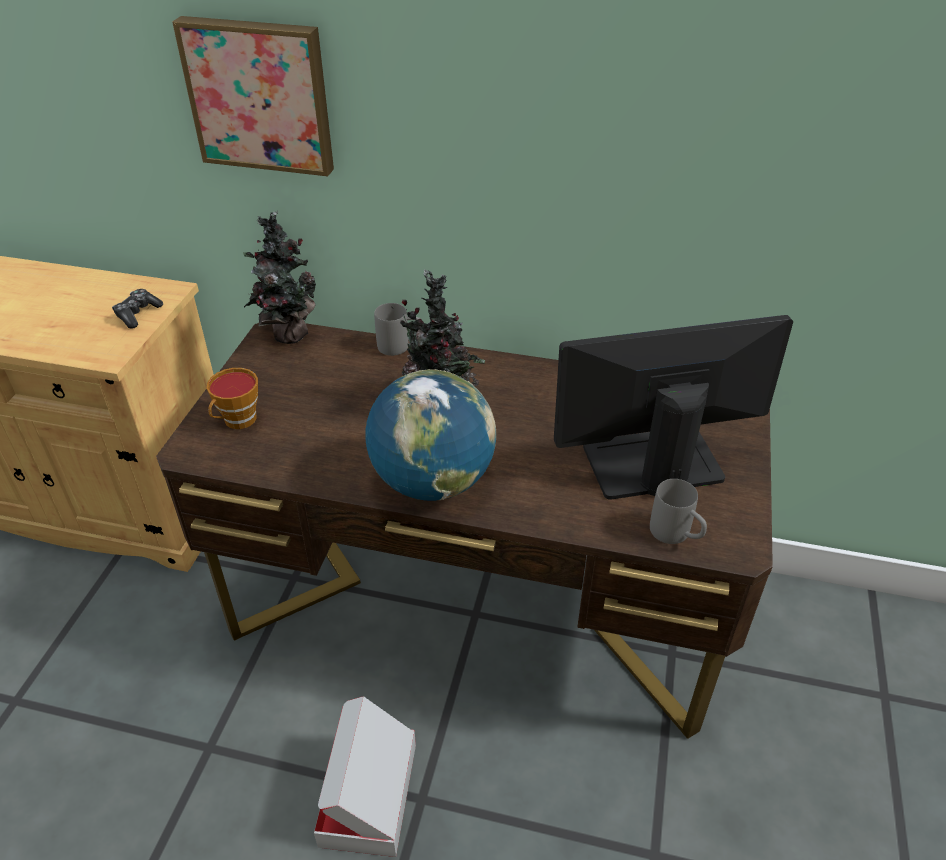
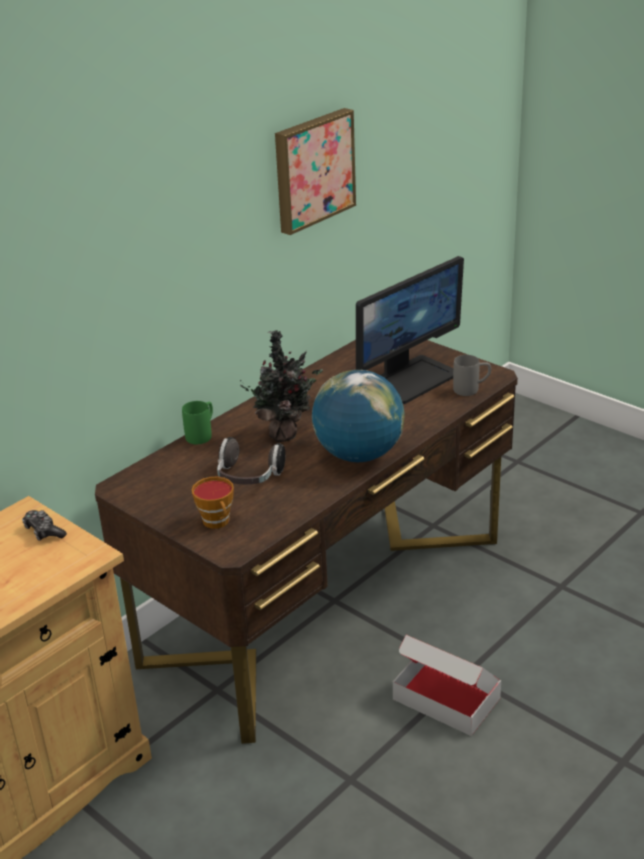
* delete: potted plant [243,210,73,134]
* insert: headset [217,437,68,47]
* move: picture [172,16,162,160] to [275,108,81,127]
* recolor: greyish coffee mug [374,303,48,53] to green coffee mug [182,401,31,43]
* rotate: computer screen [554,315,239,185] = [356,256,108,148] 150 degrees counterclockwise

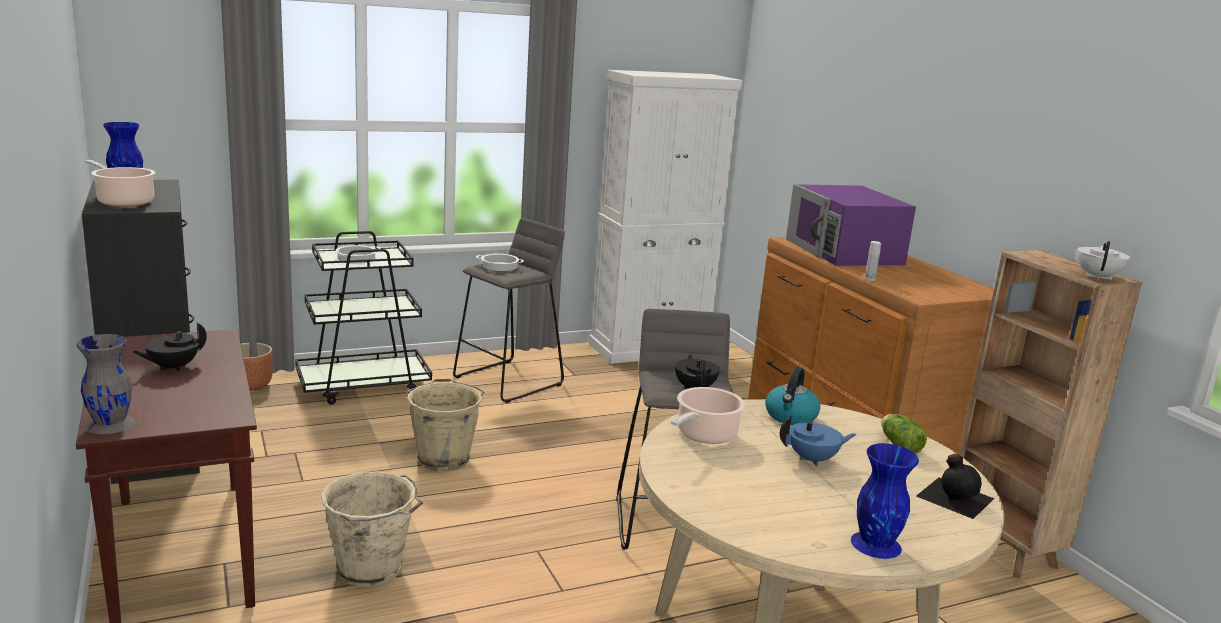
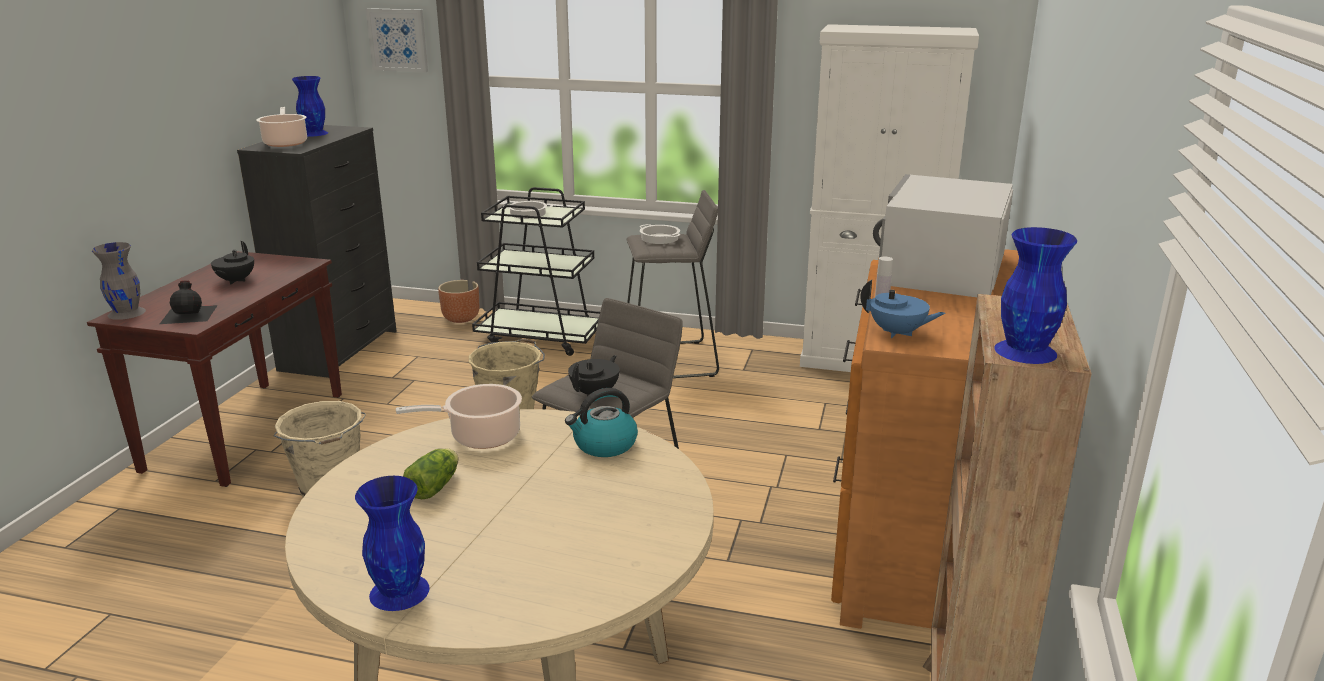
* insert: picture [366,8,62,64]
* move: blue pot for tea [780,416,76,51] to [860,280,85,58]
* move: head of lettuce [881,414,46,40] to [403,449,55,50]
* move: blackish bottle [916,454,78,65] to [160,280,58,44]
* replace: white pot for tea [1077,241,53,39] to blue flower vase [994,227,83,137]
* recolor: purplish microwave [786,184,130,82] to white microwave [873,174,140,123]
* rotate: blackish pot for tea [132,323,75,48] = [211,241,43,44] 75 degrees counterclockwise

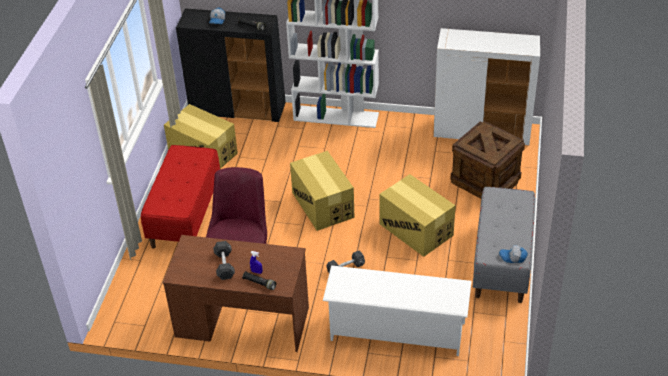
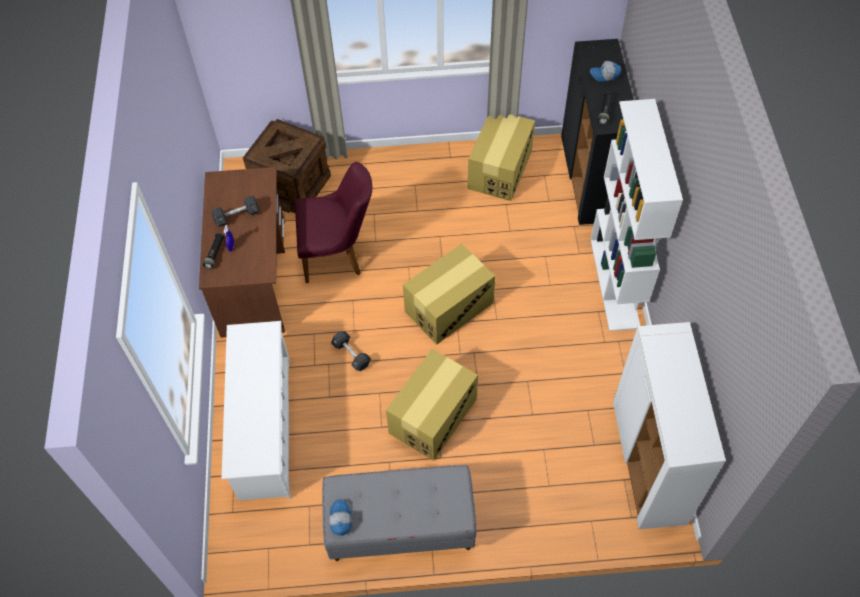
* delete: reddish long seat [141,145,79,103]
* move: shipping crate [450,121,75,78] to [243,119,88,94]

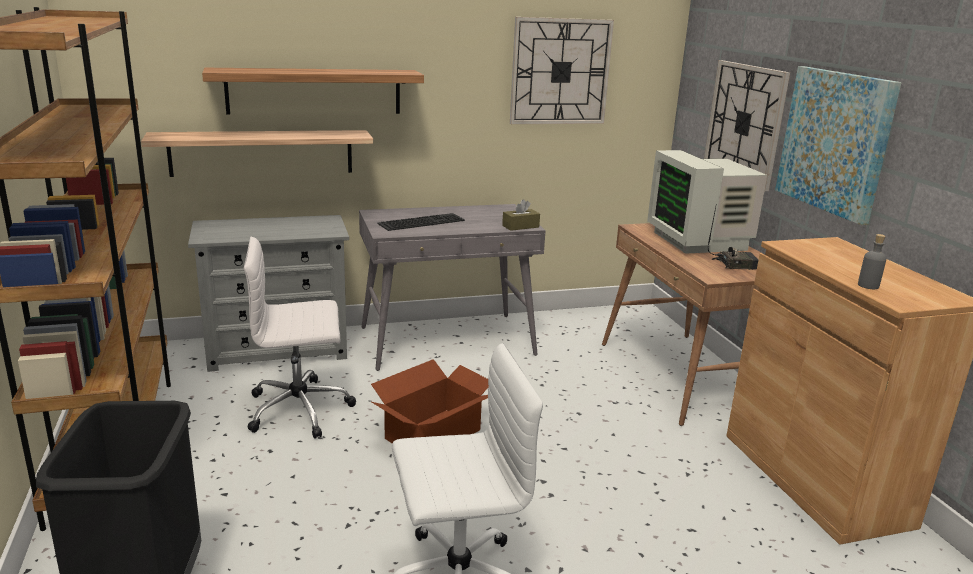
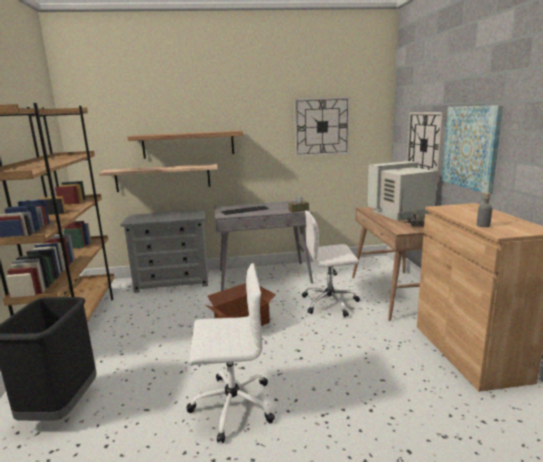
* move: white office chair [244,237,112,202] to [302,211,58,106]
* rotate: computer screen [647,150,120,104] = [367,161,71,60] 75 degrees clockwise

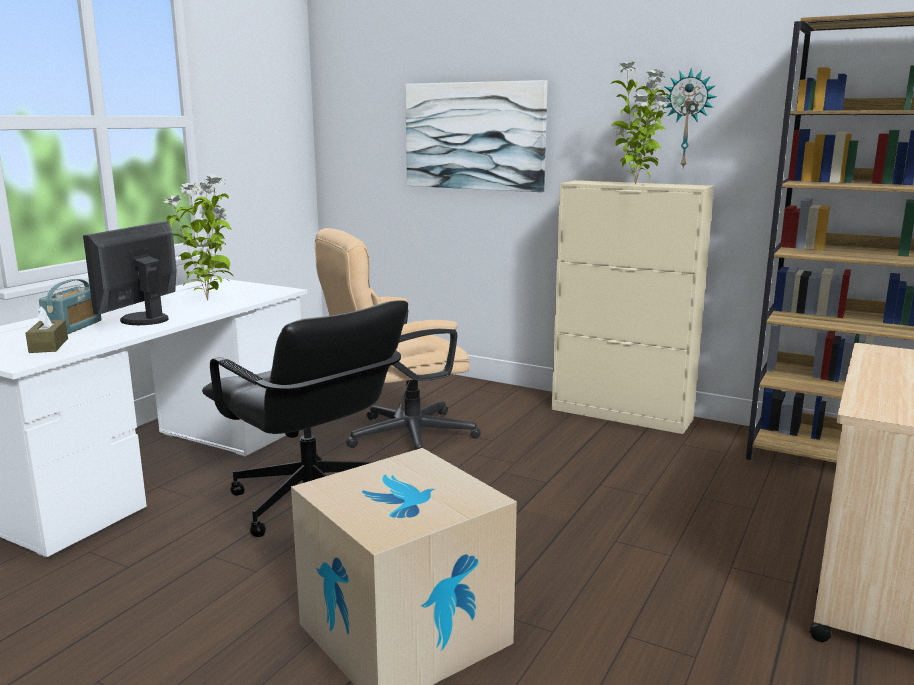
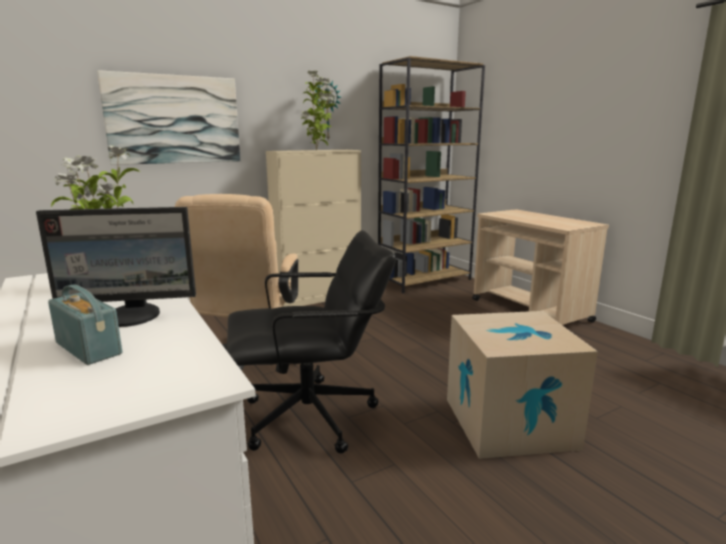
* delete: brownish tissue box [26,307,42,46]
* rotate: computer screen [83,221,94,104] = [36,207,160,120] 60 degrees counterclockwise

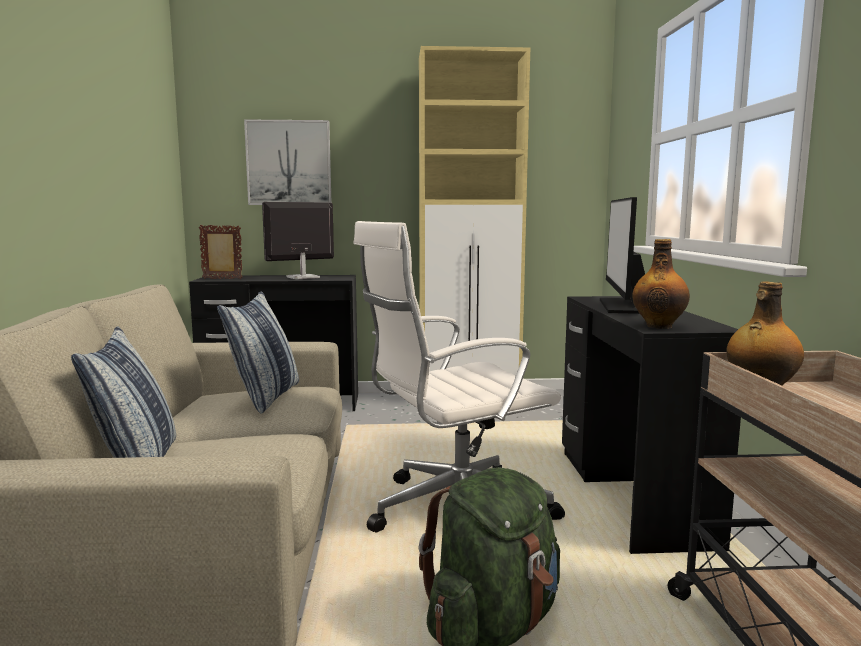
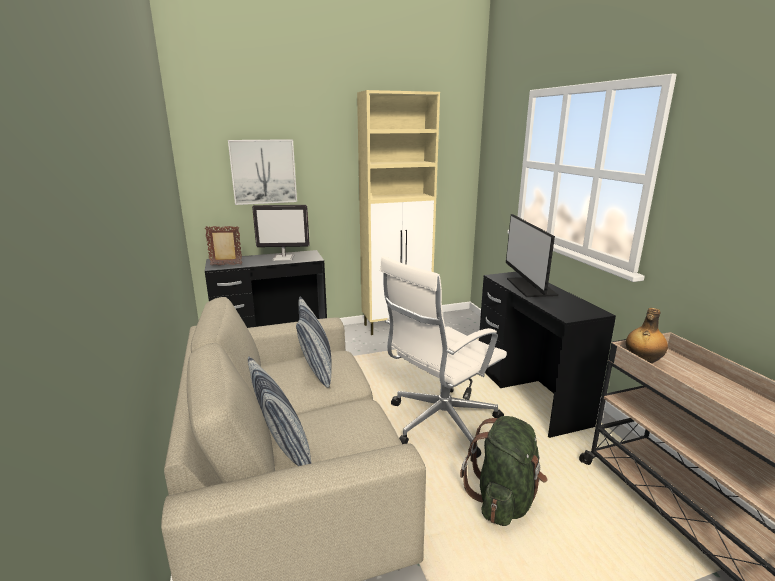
* delete: bottle [632,239,58,90]
* rotate: computer screen [262,202,72,77] = [252,205,58,56] 135 degrees counterclockwise

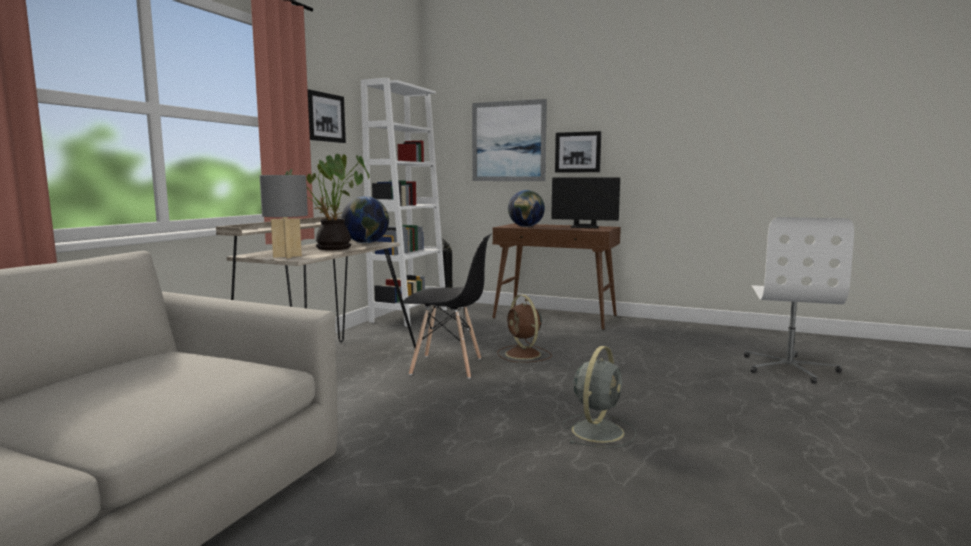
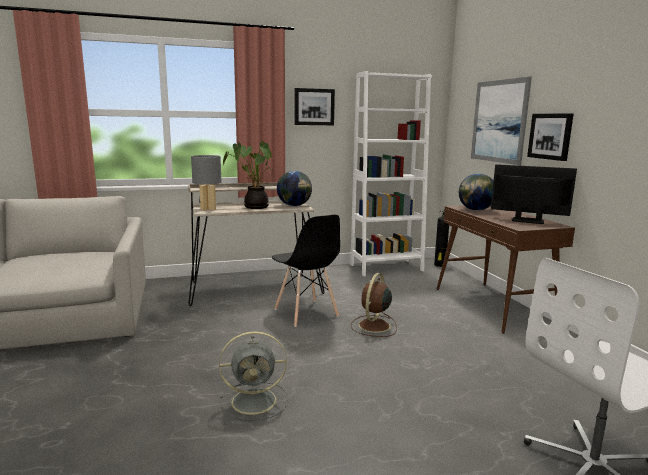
* rotate: computer screen [551,177,69,51] = [491,164,86,60] 135 degrees clockwise

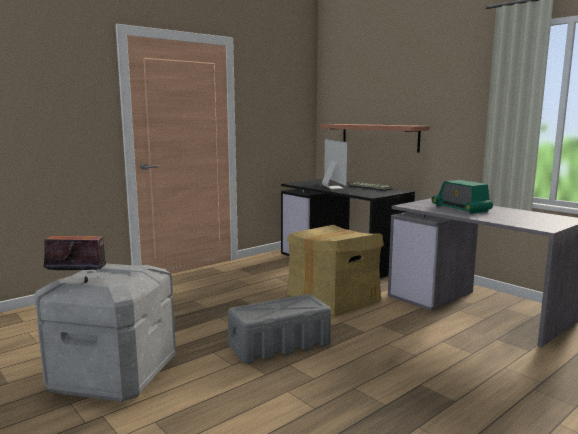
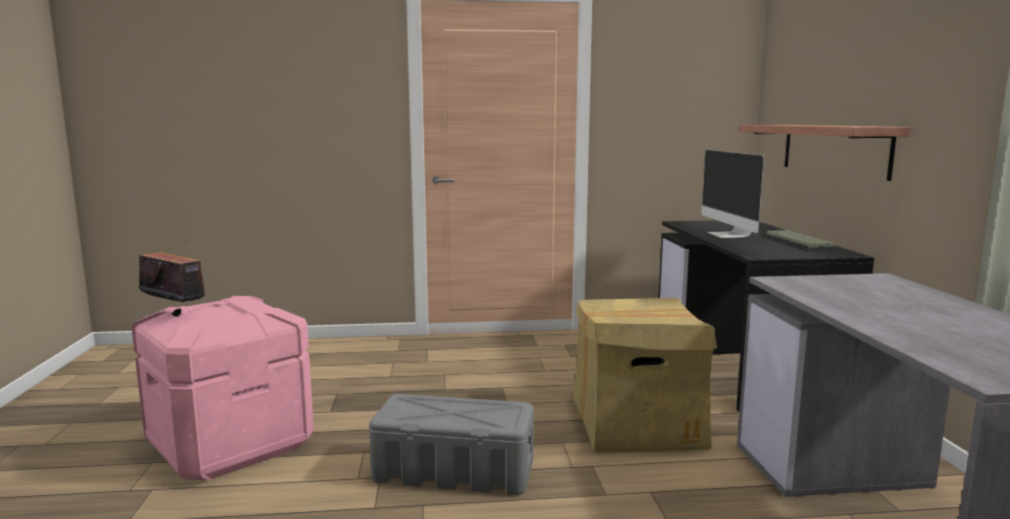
* delete: radio set [432,180,61,34]
* recolor: greyish storage box [34,264,142,138] to pink-coloured storage box [132,296,182,184]
* rotate: computer screen [322,139,25,50] = [701,150,63,88] 150 degrees clockwise

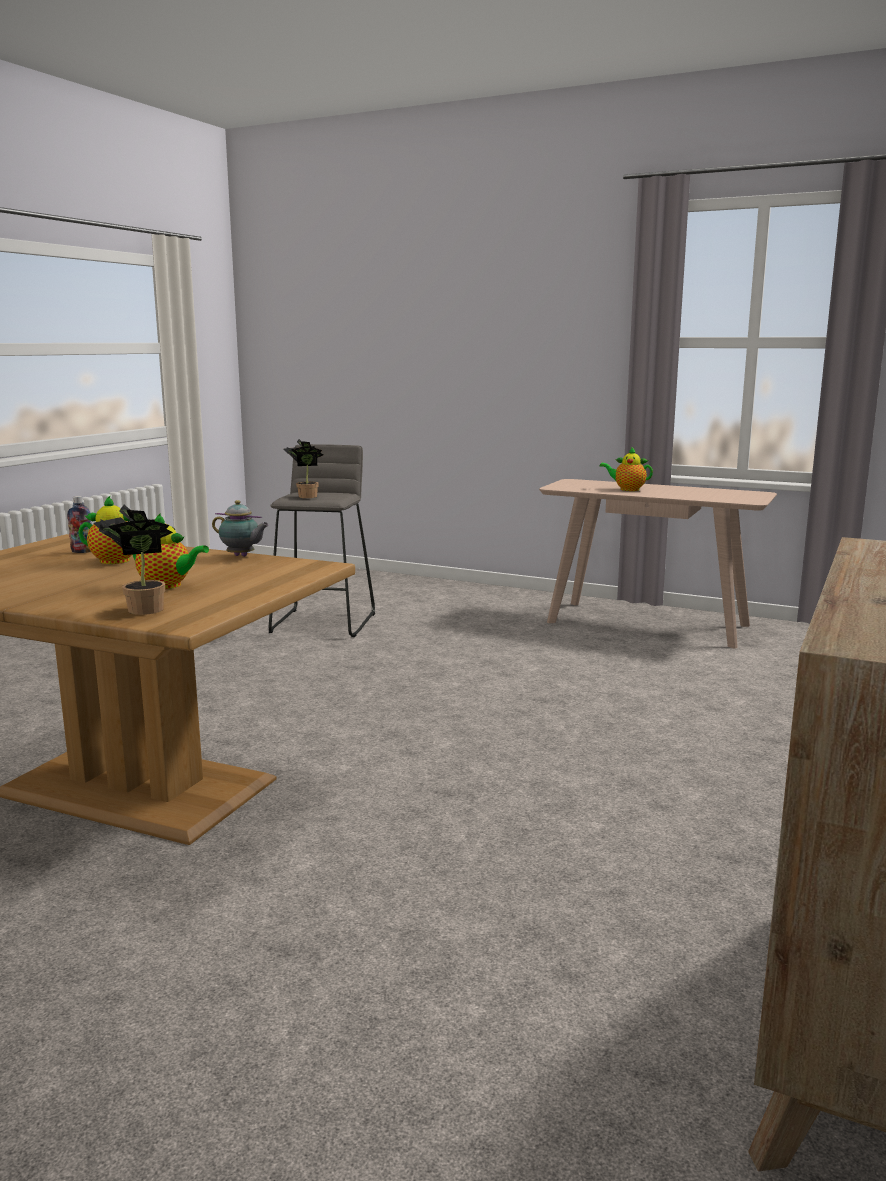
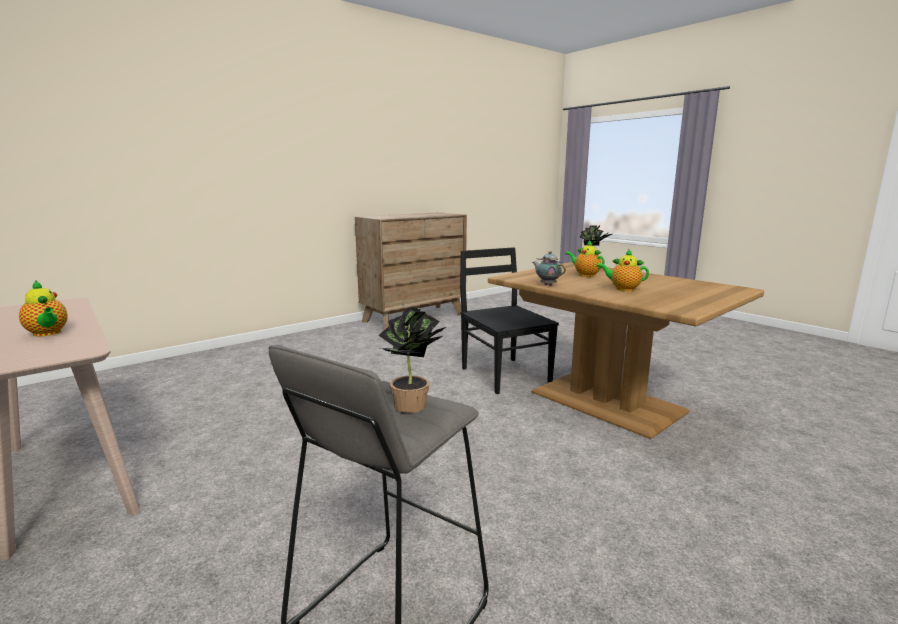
* delete: bottle [67,496,25,57]
* insert: blackish chair [460,247,99,147]

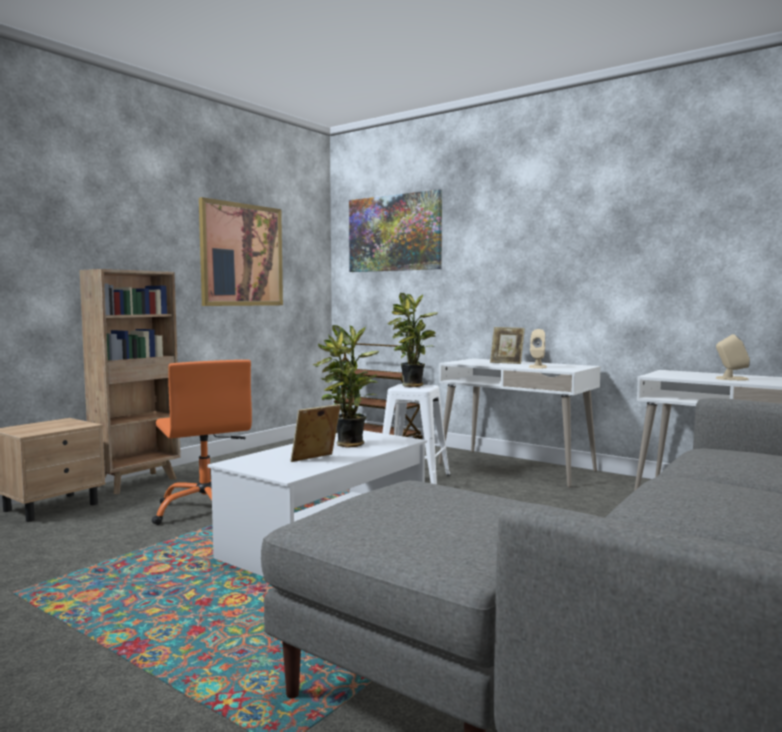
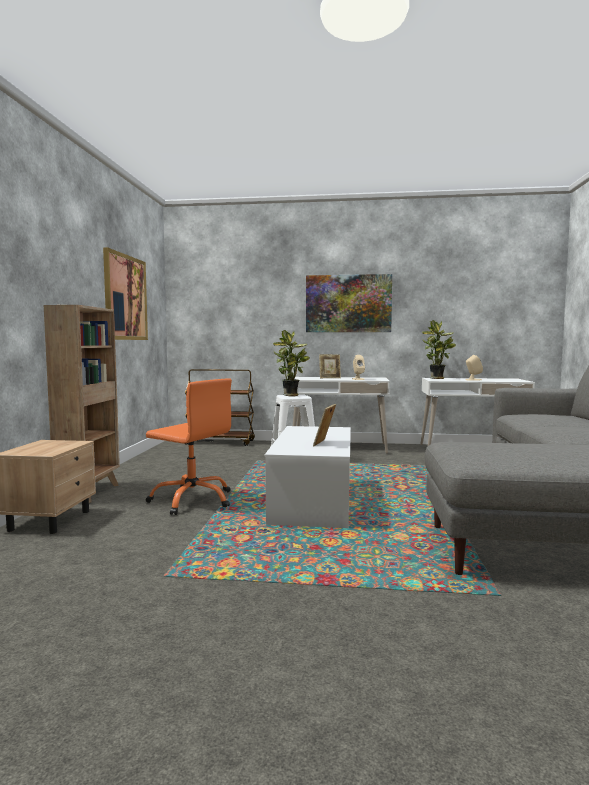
* move: potted plant [312,325,67,122] to [422,320,34,59]
* move: picture [349,189,93,83] to [306,274,86,58]

